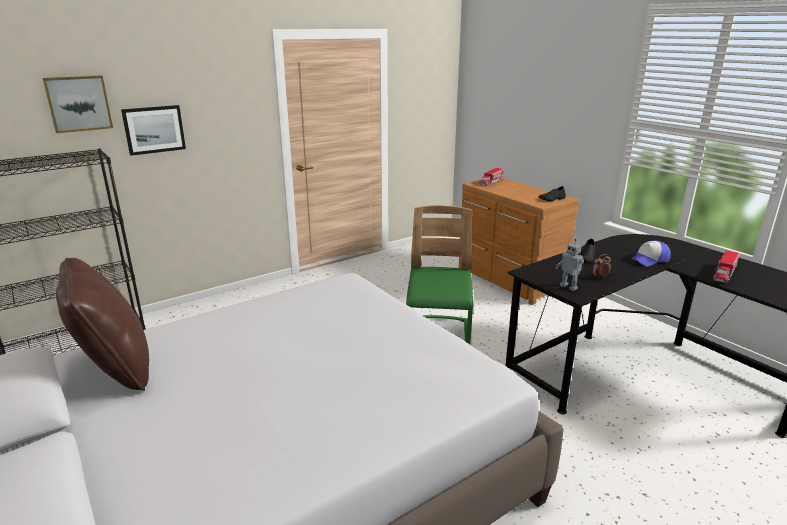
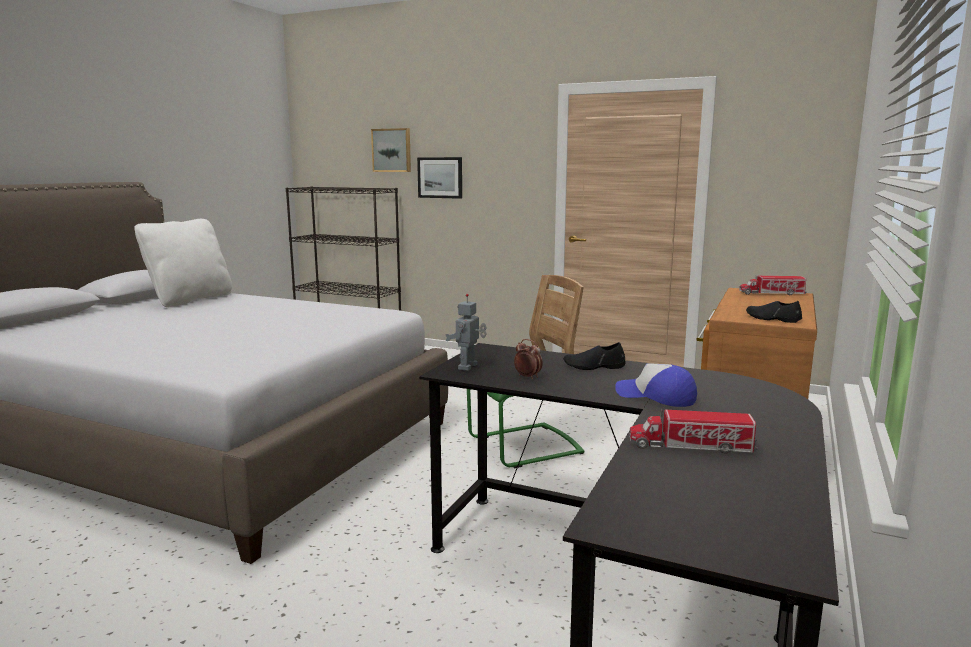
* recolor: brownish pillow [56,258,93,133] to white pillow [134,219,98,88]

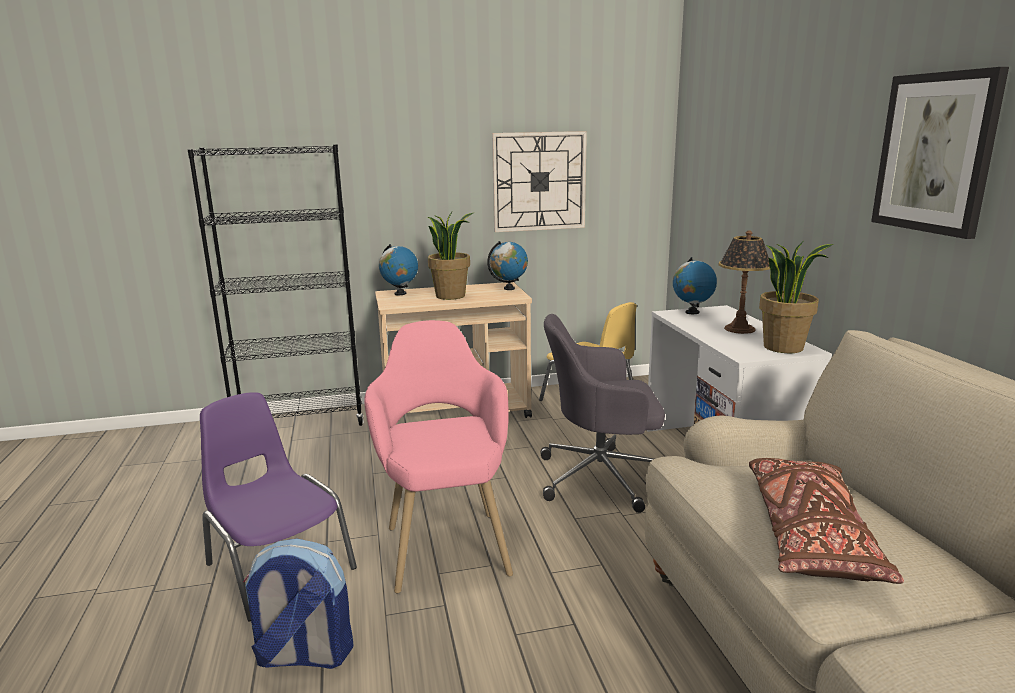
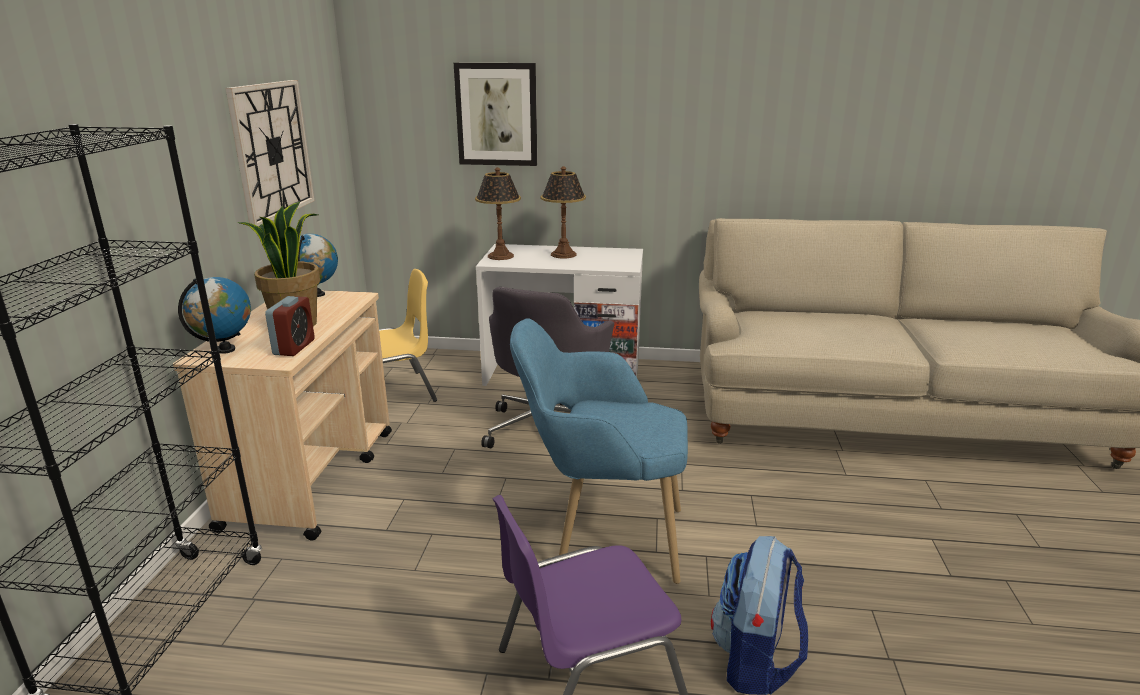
* delete: brownish pillow [749,458,155,126]
* delete: potted plant [759,242,74,111]
* insert: table clock [265,296,50,60]
* move: picture [871,67,138,172] to [454,63,83,103]
* replace: world globe [673,257,44,57] to table lamp [475,167,46,93]
* recolor: pink-coloured lounge chair [364,320,149,274] to blue lounge chair [510,318,178,266]

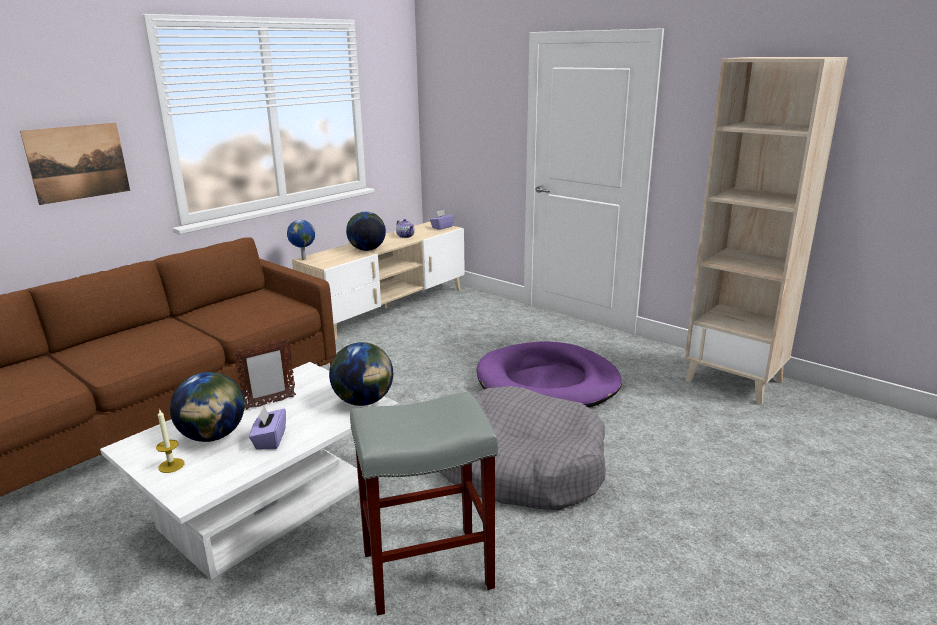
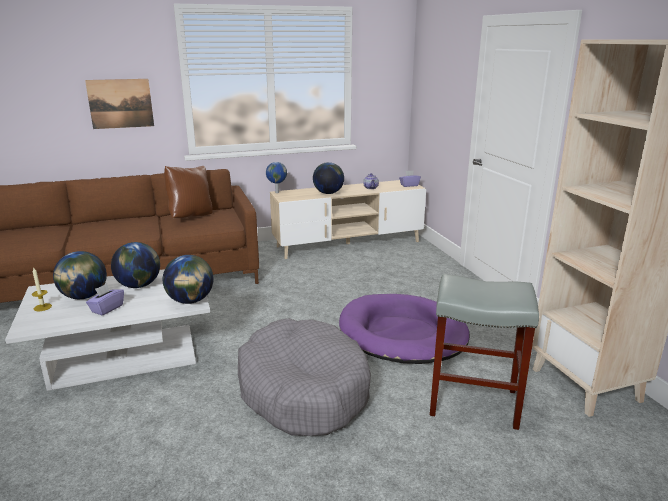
* insert: brownish pillow [164,166,49,52]
* move: greyish stool seat [350,391,148,224] to [430,274,109,156]
* replace: picture frame [234,338,62,72] to world globe [111,242,49,46]

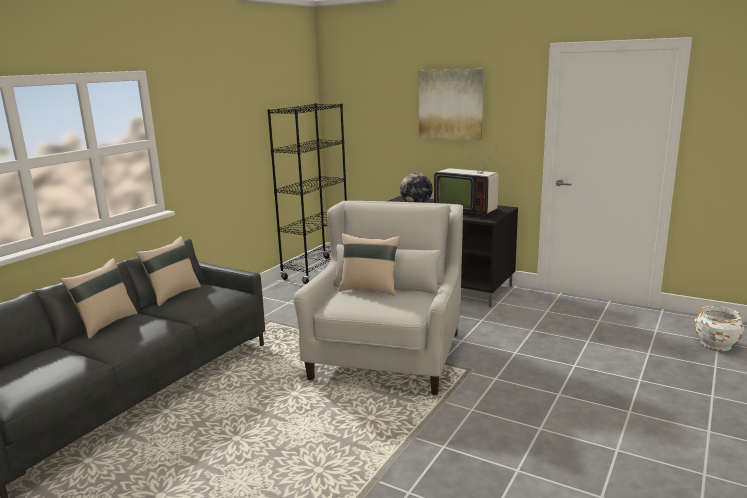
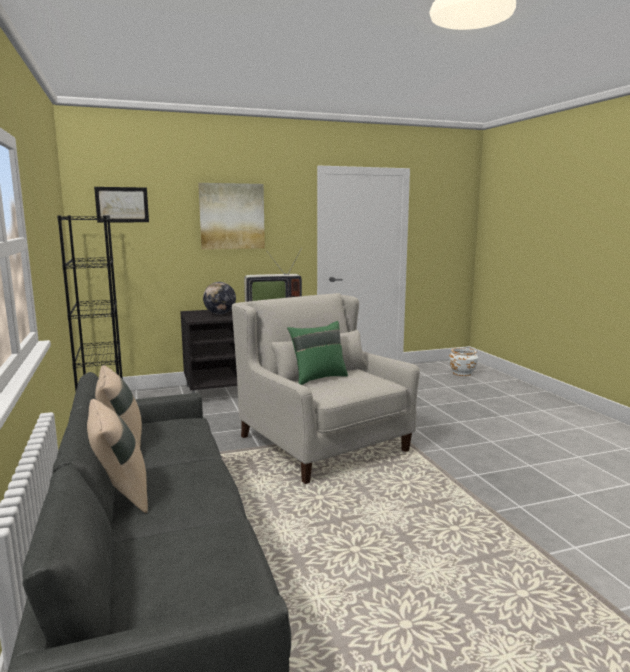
* insert: picture [94,187,55,36]
* recolor: beige-coloured pillow [338,233,62,63] to green pillow [287,321,61,64]

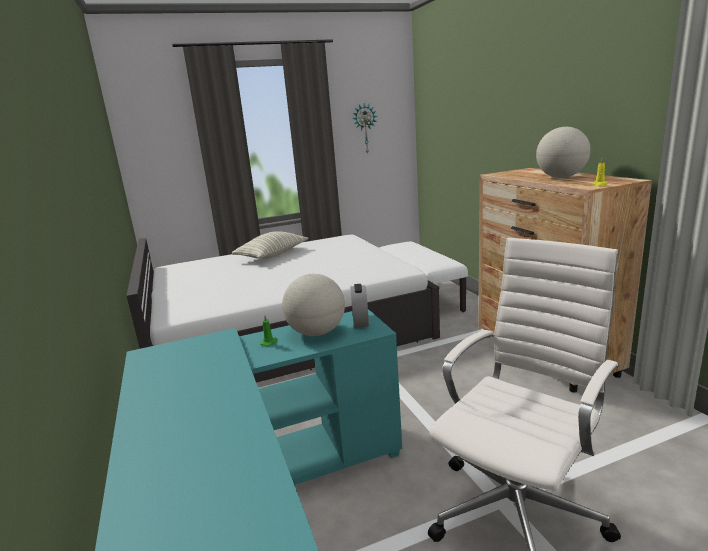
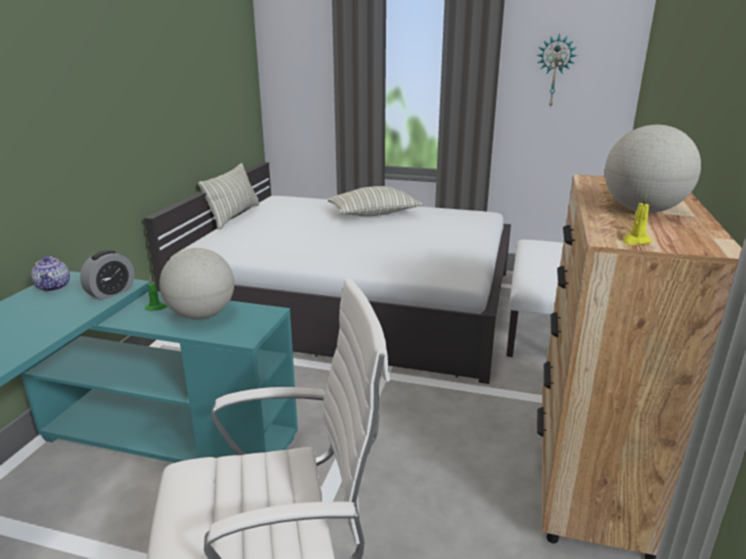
* insert: pot for tea [31,255,39,36]
* insert: pillow [198,163,61,67]
* move: table clock [350,284,19,44] to [80,250,54,50]

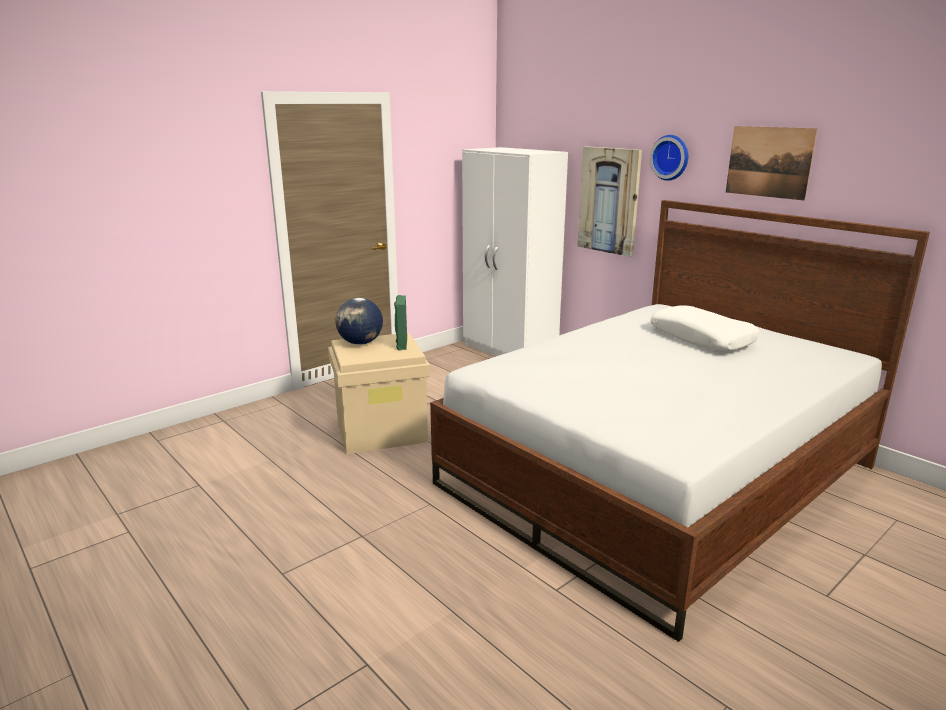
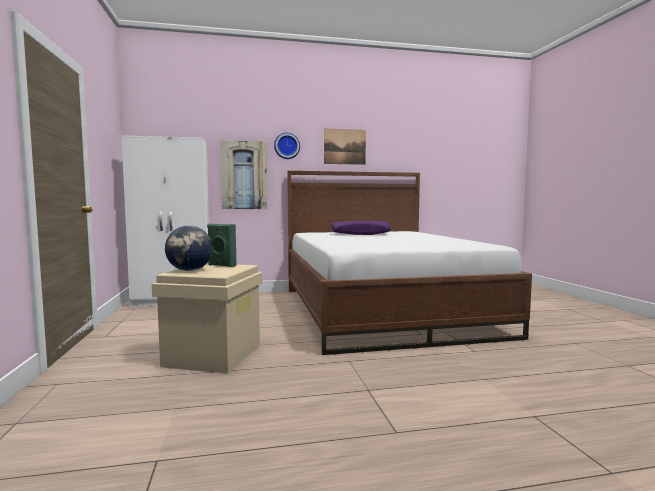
* recolor: white pillow [651,306,109,45] to purplish pillow [332,221,59,14]

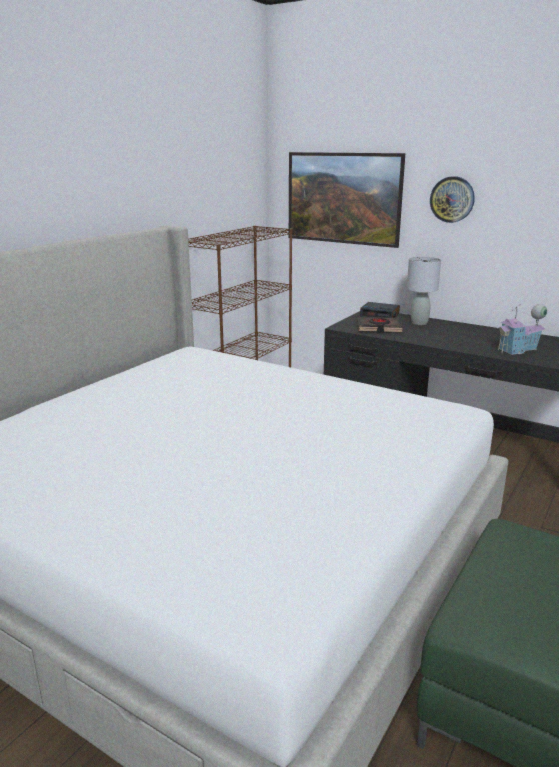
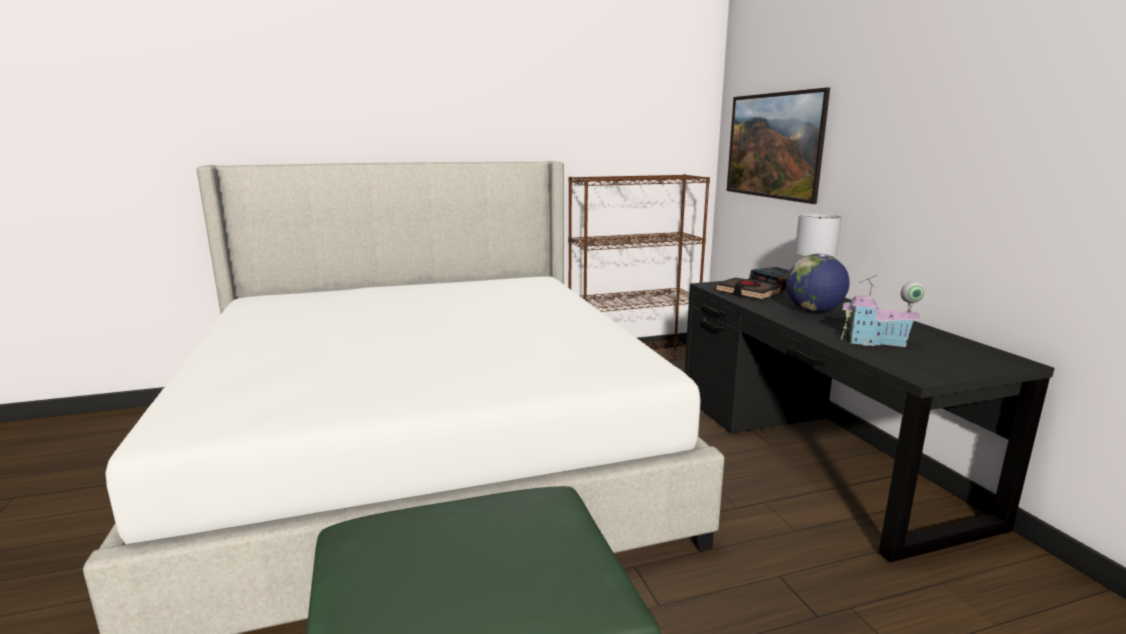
* delete: clock on the wall [430,176,45,47]
* insert: world globe [786,254,64,59]

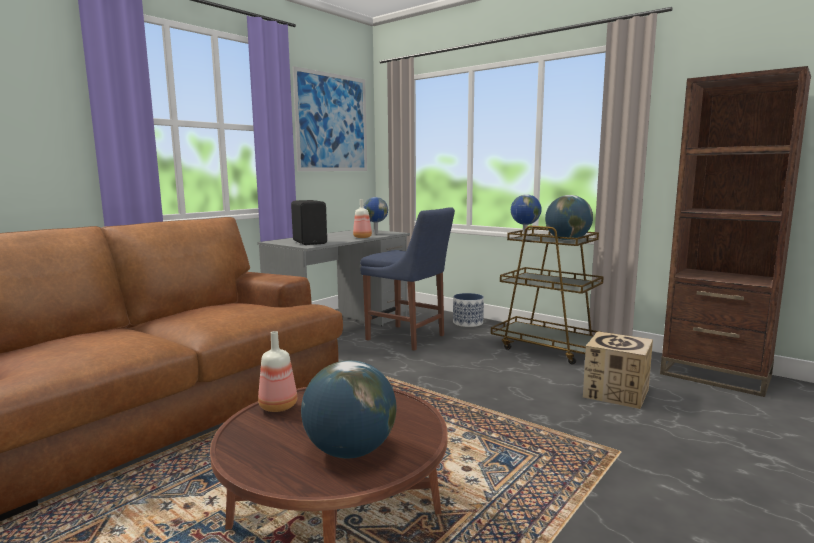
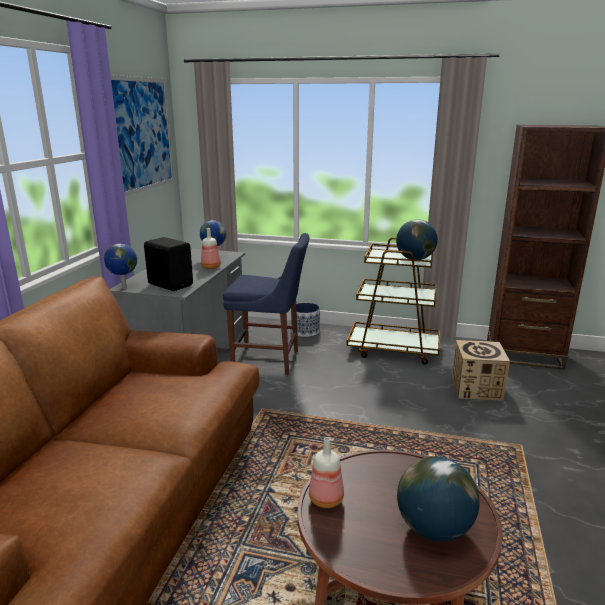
* move: world globe [511,194,31,45] to [104,244,33,45]

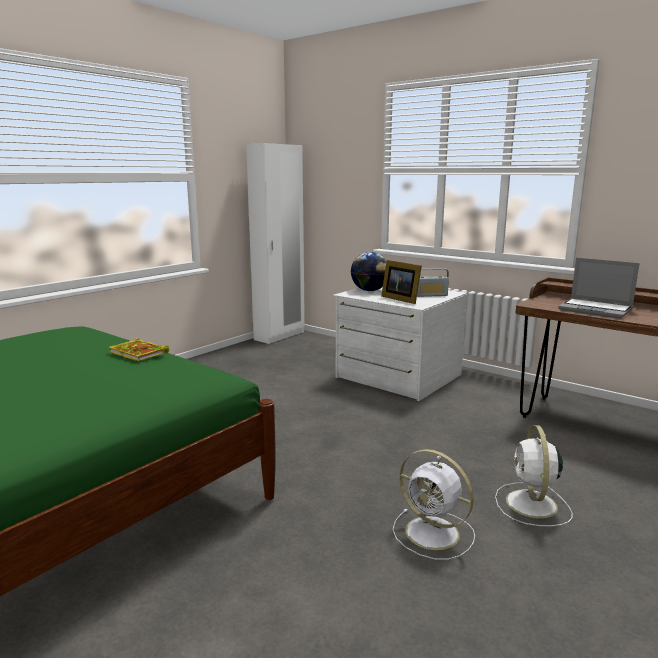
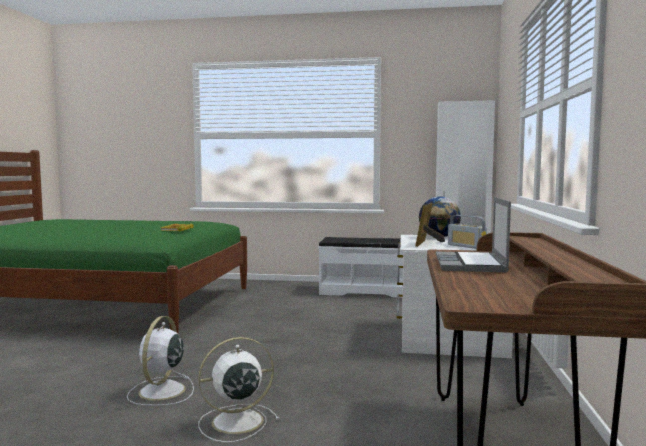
* insert: white long seat [318,237,85,61]

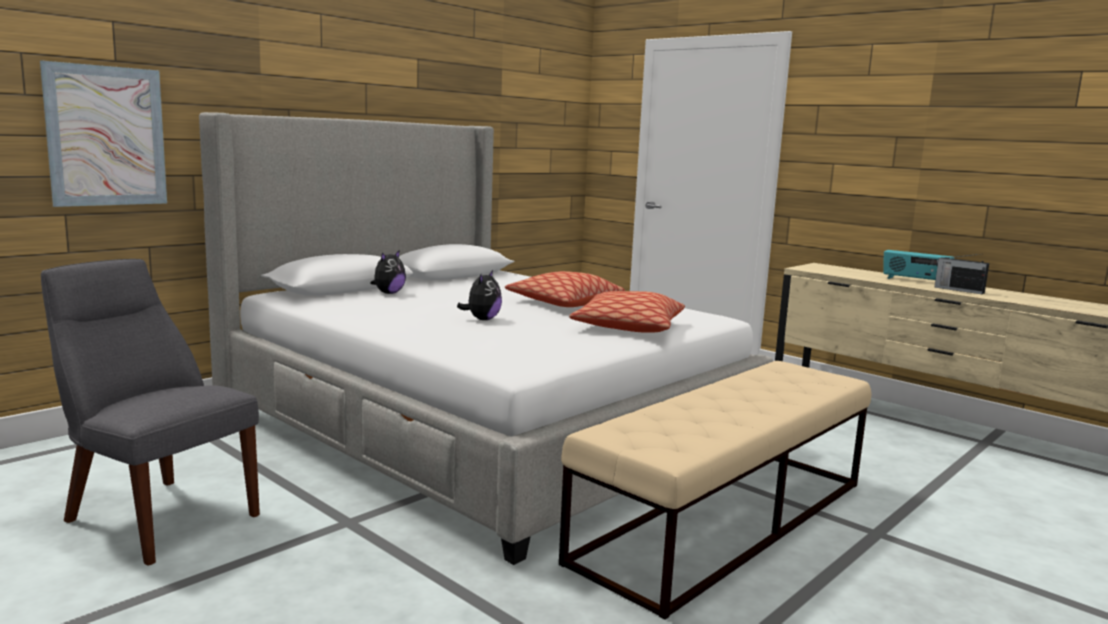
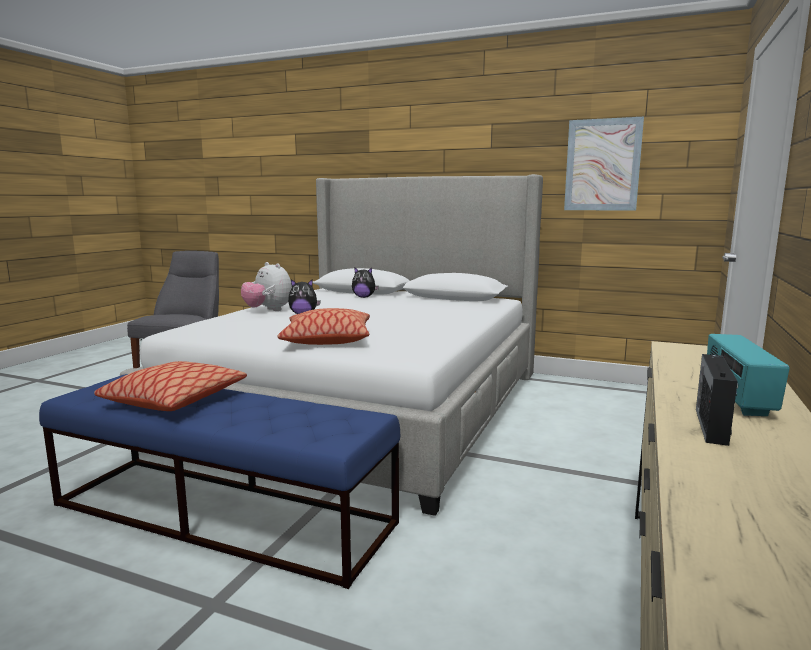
* insert: plush toy [241,262,51,49]
* move: picture [40,60,127,147] to [564,117,80,94]
* move: pillow [505,271,120,36] to [94,361,153,50]
* recolor: beige-coloured long seat [559,361,313,259] to blue long seat [39,374,361,215]

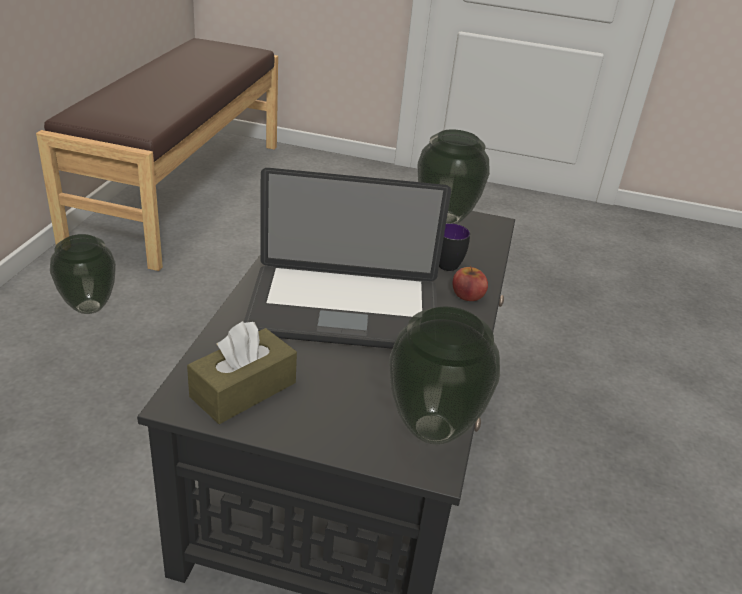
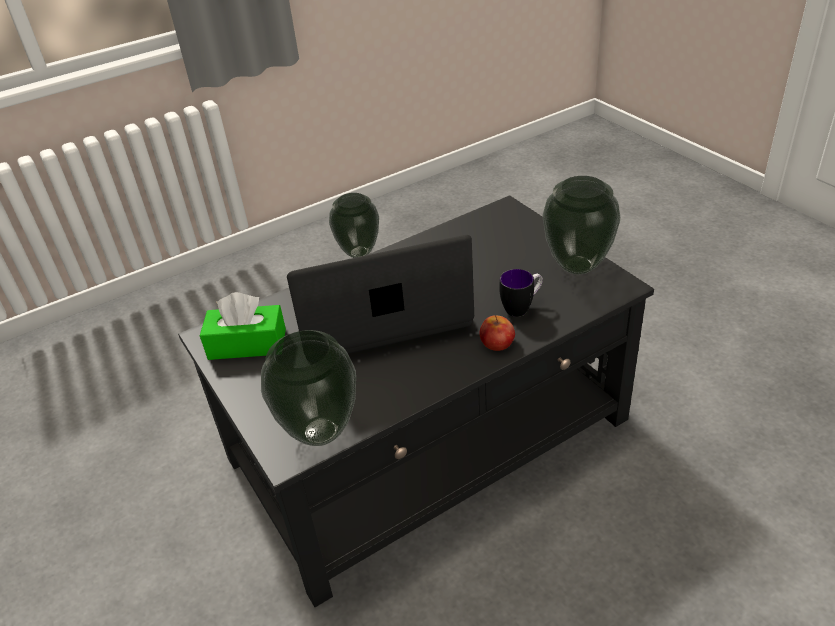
* delete: brownish long seat [36,38,242,233]
* recolor: brownish tissue box [187,321,110,103] to green tissue box [200,292,86,68]
* rotate: notebook computer [244,168,207,181] = [287,235,187,119] 120 degrees clockwise

